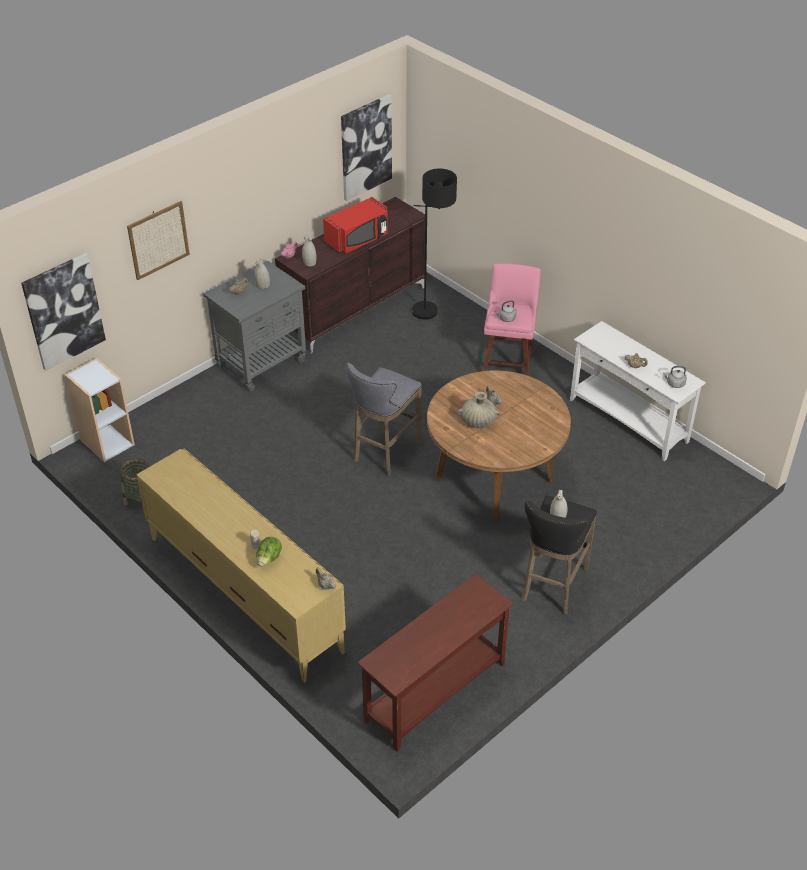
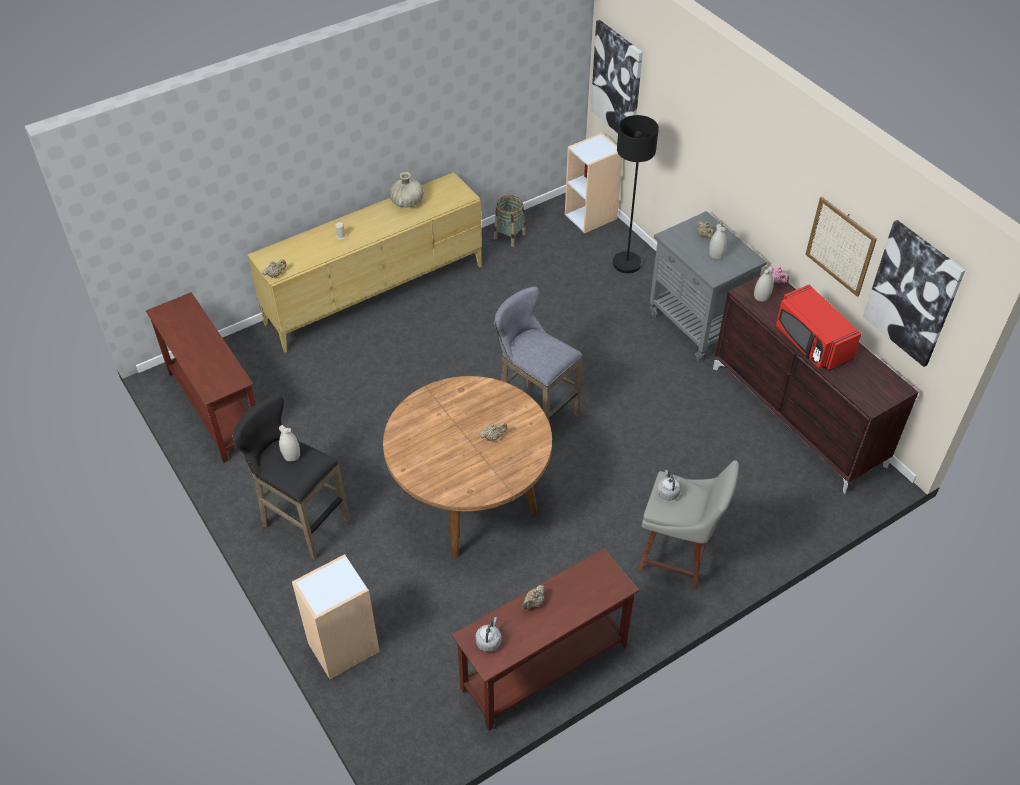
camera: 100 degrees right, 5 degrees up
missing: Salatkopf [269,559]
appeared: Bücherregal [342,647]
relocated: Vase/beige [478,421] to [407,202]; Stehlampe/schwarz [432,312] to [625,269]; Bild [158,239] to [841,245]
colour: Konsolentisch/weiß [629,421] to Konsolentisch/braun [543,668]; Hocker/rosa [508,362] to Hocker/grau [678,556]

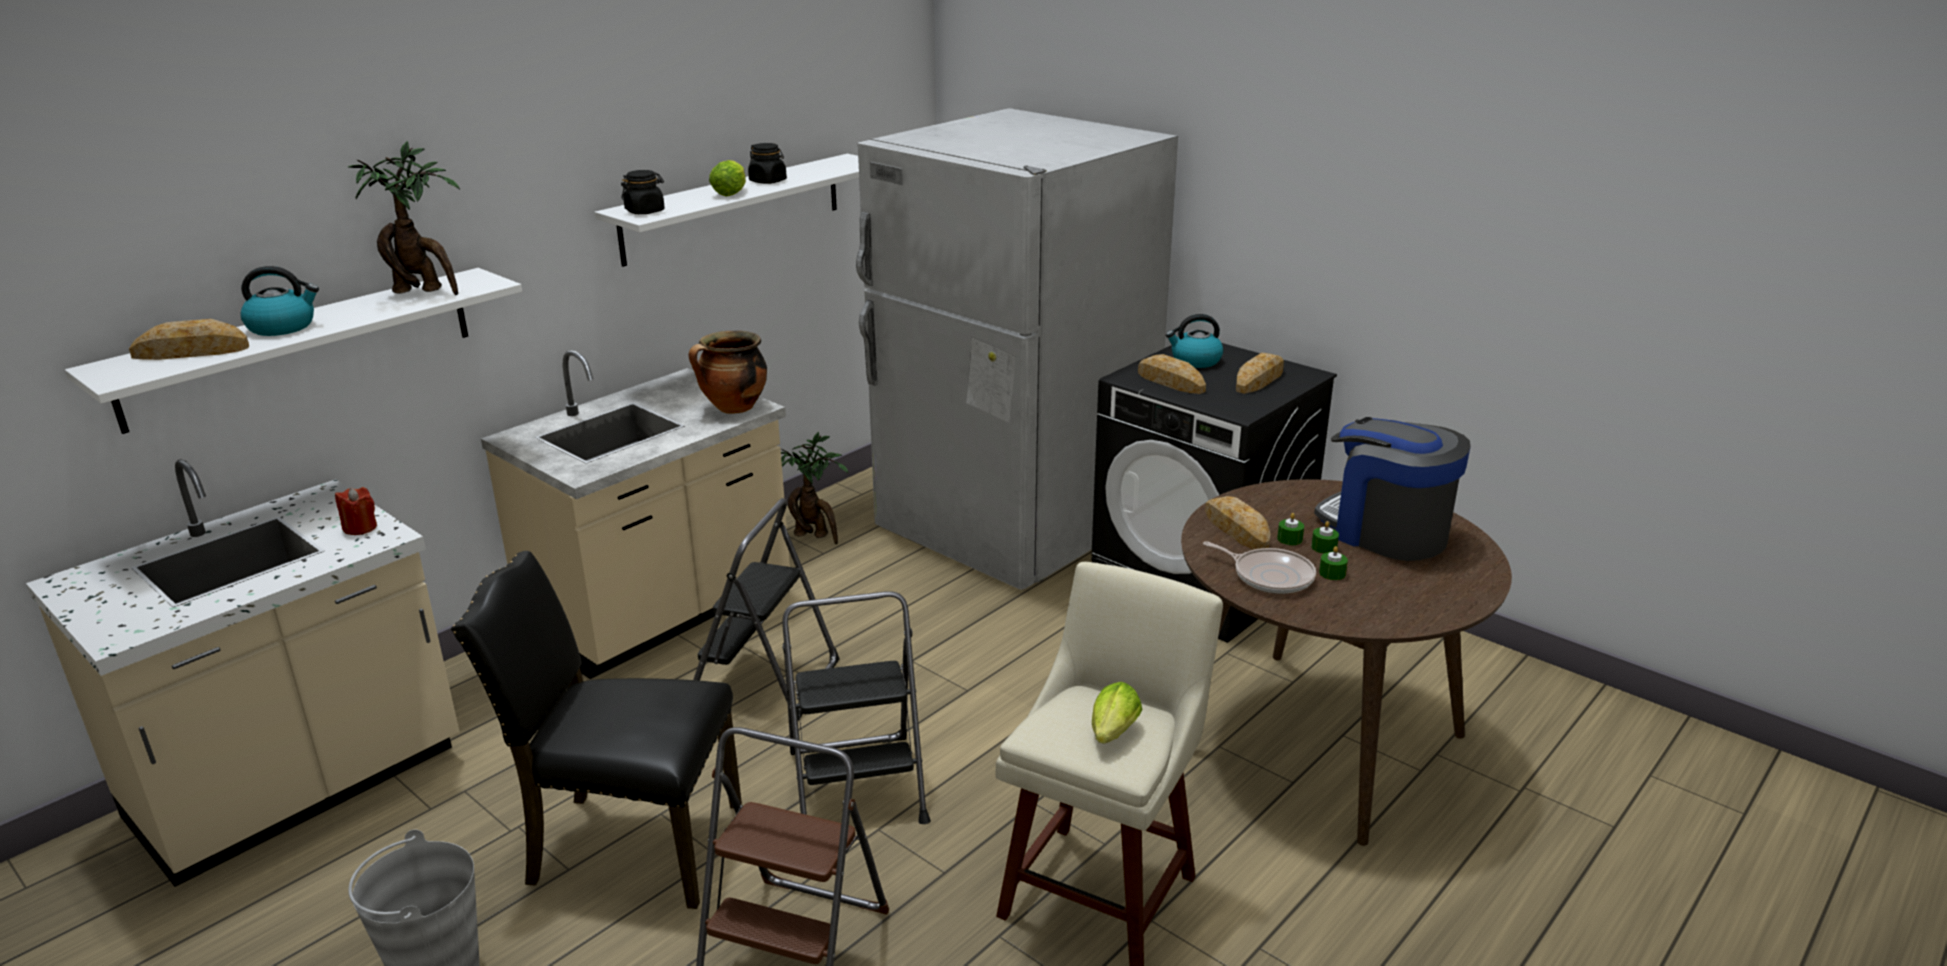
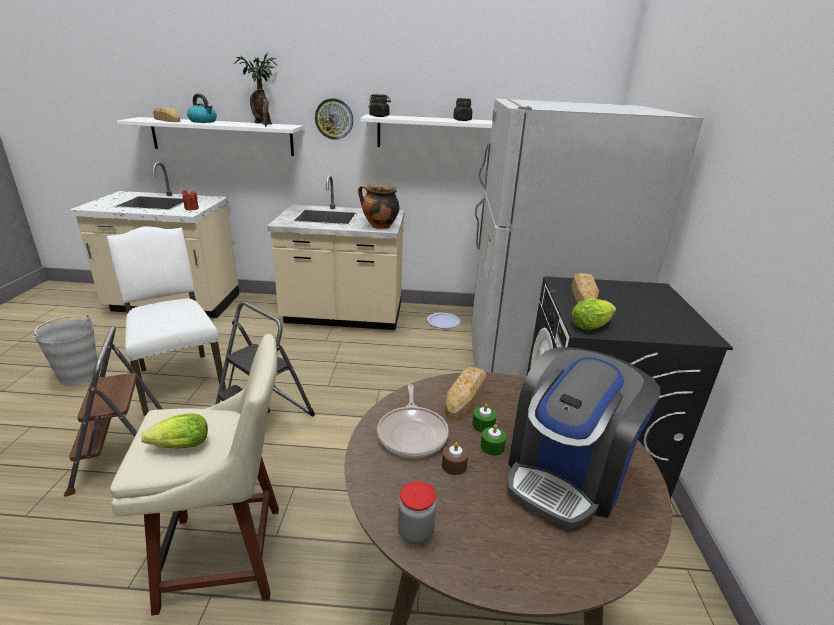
camera: 50 degrees right, 0 degrees up
missing: Trittleiter/schwarz [769,682]; Wasserkessel [1195,361]; Brot [1258,380]
appeared: Wanduhr [334,119]; Vorratsglas [415,532]
relocated: Salatkopf [731,193] to [592,326]
exchanged: Topfpflanze [815,536] to Teller [443,321]
colour: Stuhl/schwarz [629,845] to Stuhl/weiß [179,380]; Kerze/grün [1332,573] to Kerze/braun [454,465]
spun: Kaffeemaschine [1385,531] = [567,473] 150 degrees counterclockwise

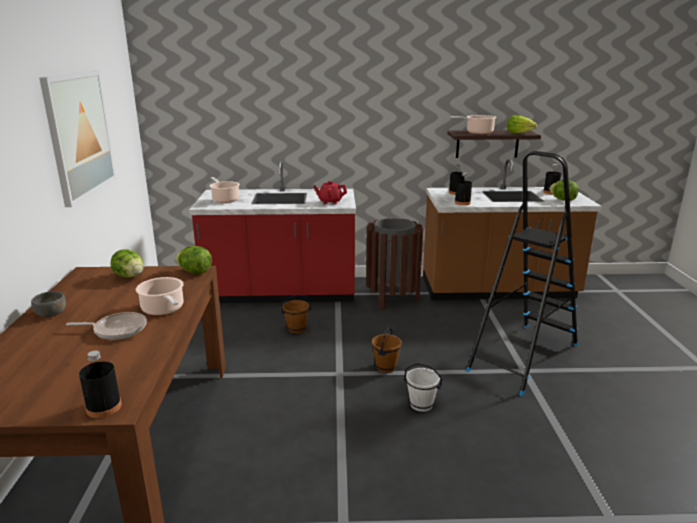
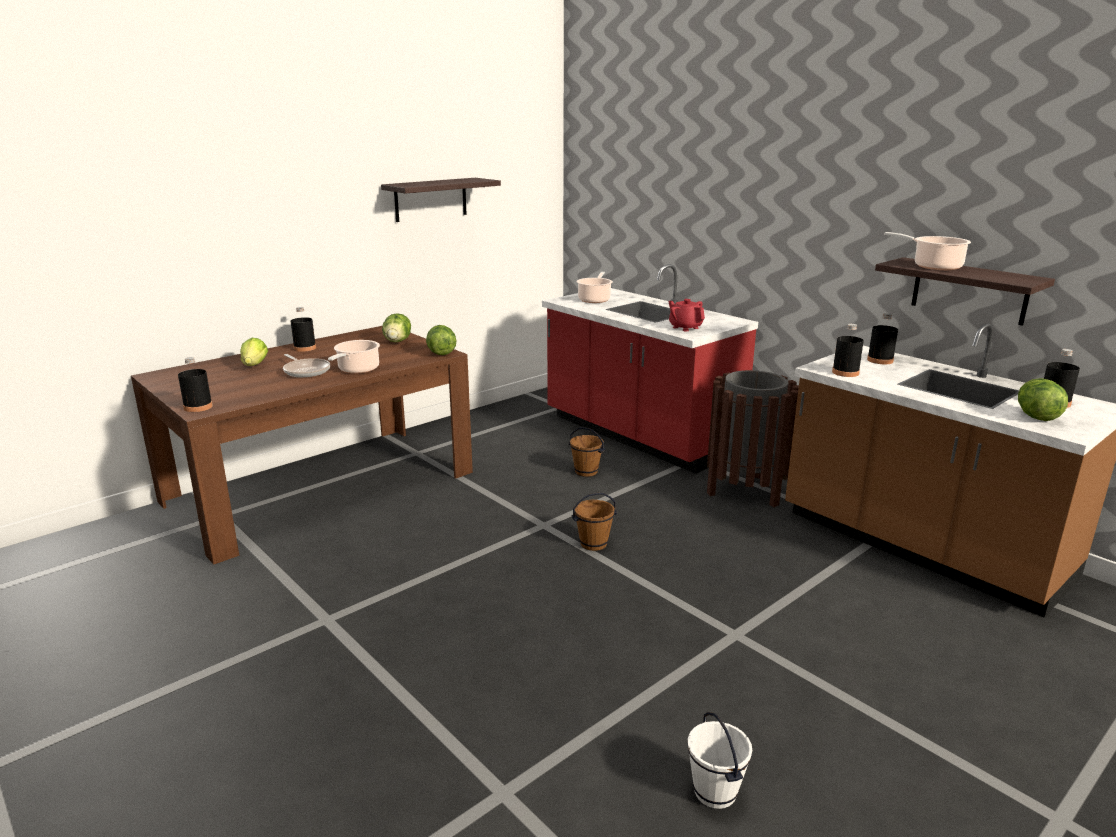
camera: 50 degrees right, 0 degrees up
missing: Trittleiter/schwarz [524,357]
relocated: Salatkopf [519,133] to [255,365]; Eimer/weiß [421,405] to [714,792]
exchanged: Schüssel/grau [51,314] to Flasche/schwarz [304,348]; Bild [80,135] to Wandregal [431,199]

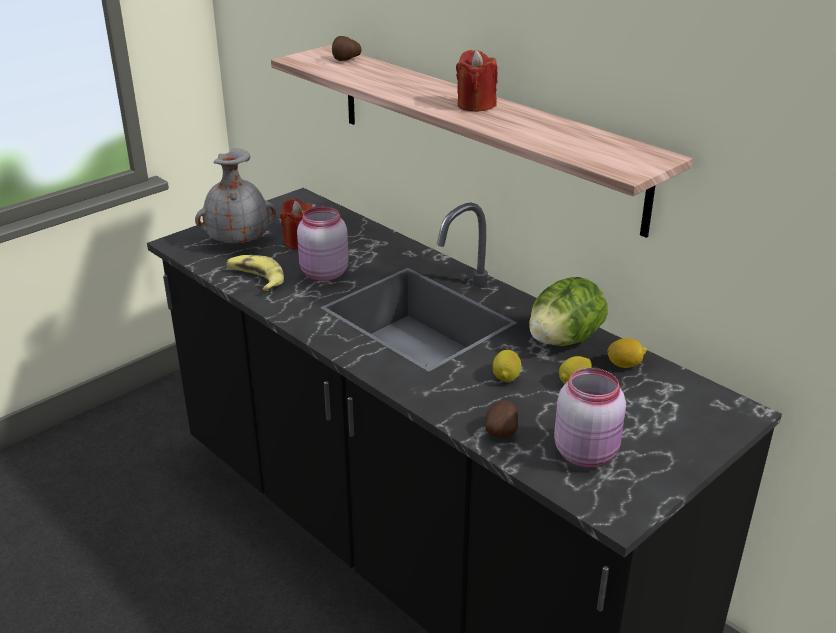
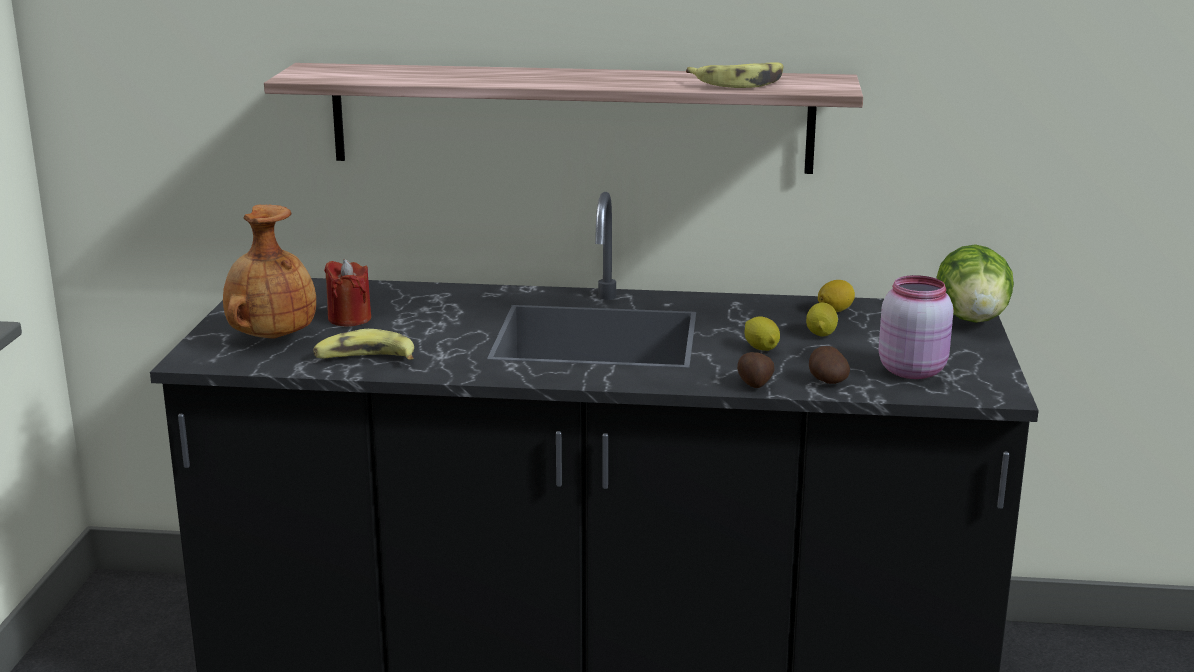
camera: 40 degrees left, 10 degrees down
missing: Vorratsglas/rosa [323,274]; Kerze/rot [476,105]
appeared: Banane [740,83]
relocated: Kartoffel [345,60] to [754,384]; Salatkopf [564,340] to [972,319]
colour: Vase/grau [238,241] to Vase/braun [271,337]

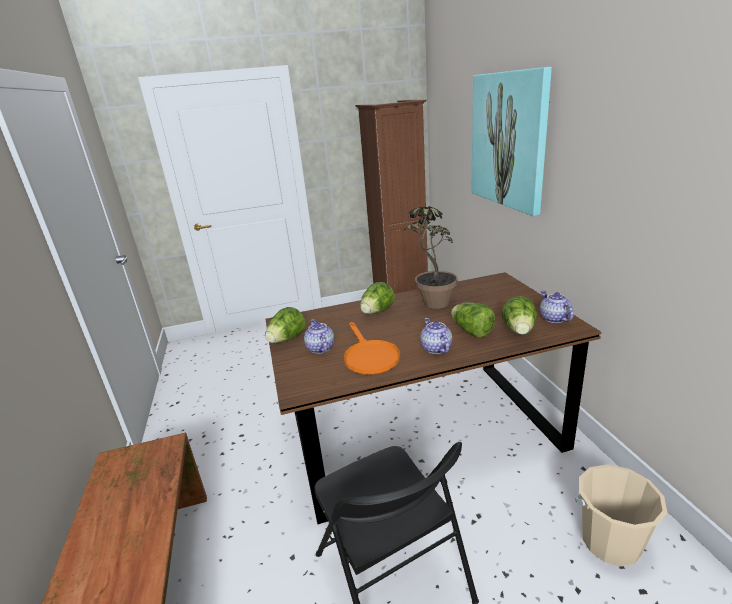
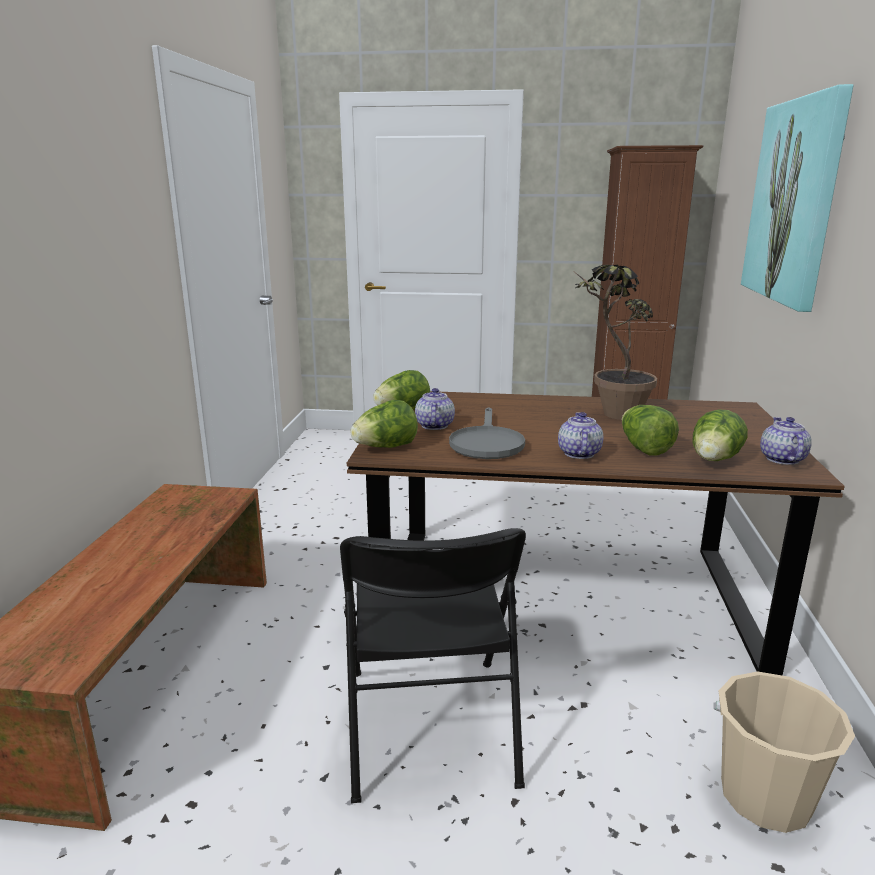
camera: 20 degrees right, 5 degrees down
relocated: Salatkopf [377,312] to [385,447]
colour: Pfanne/orange [369,356] to Pfanne/grau [486,443]

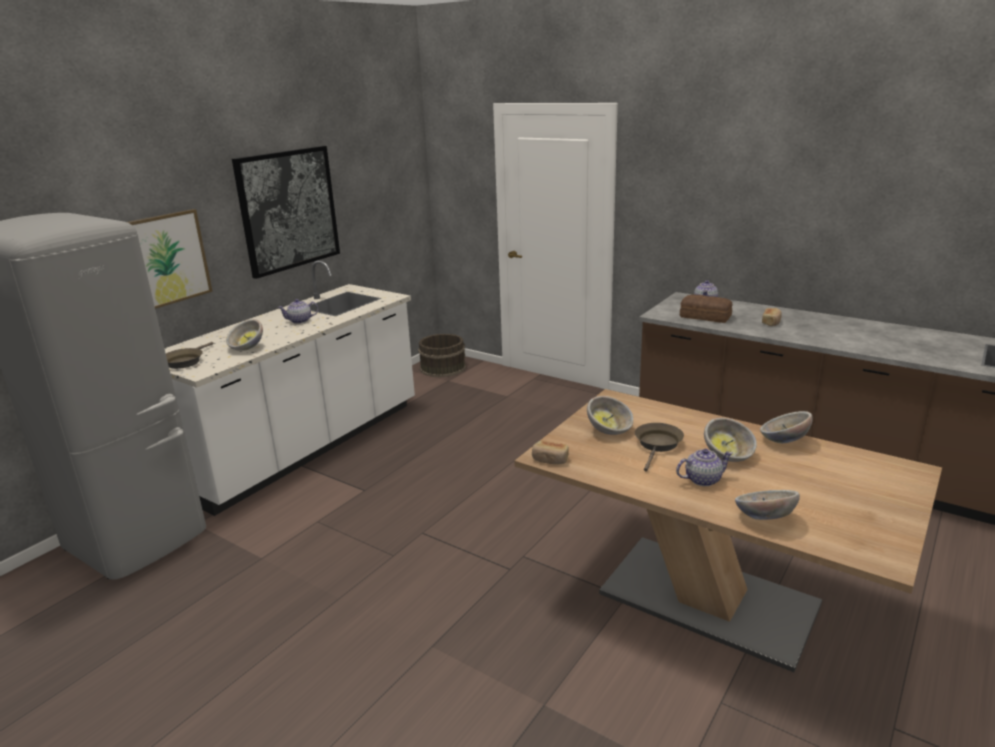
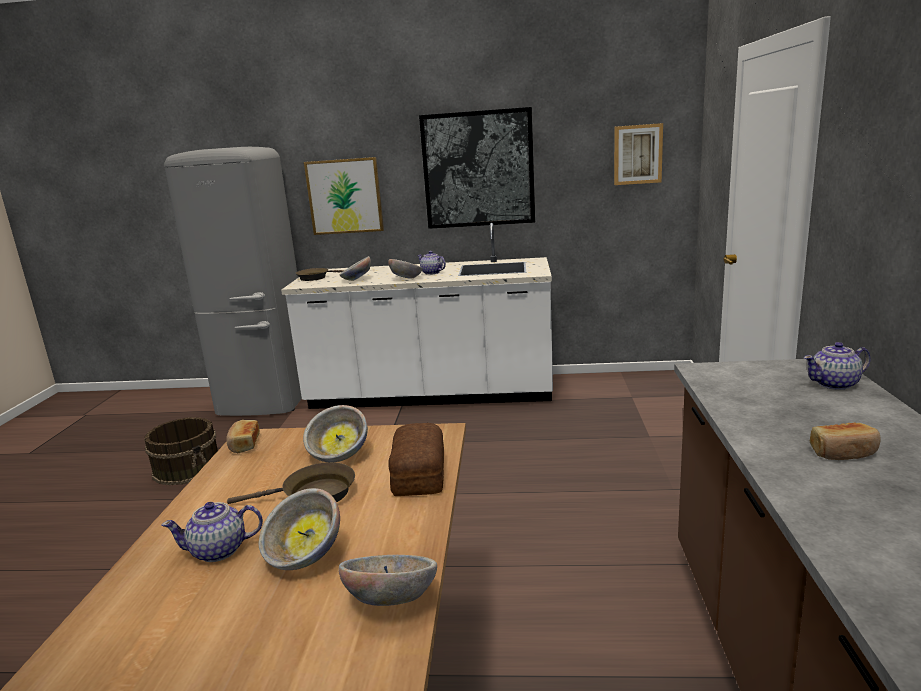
camera: 60 degrees right, 5 degrees down
appeared: Bild [637,154]
relocated: Eimer/braun [442,368] to [188,468]; Schüssel [763,518] to [406,279]; Brot [705,317] to [417,473]
spun: Teekanne [702,479] = [219,550] 120 degrees clockwise

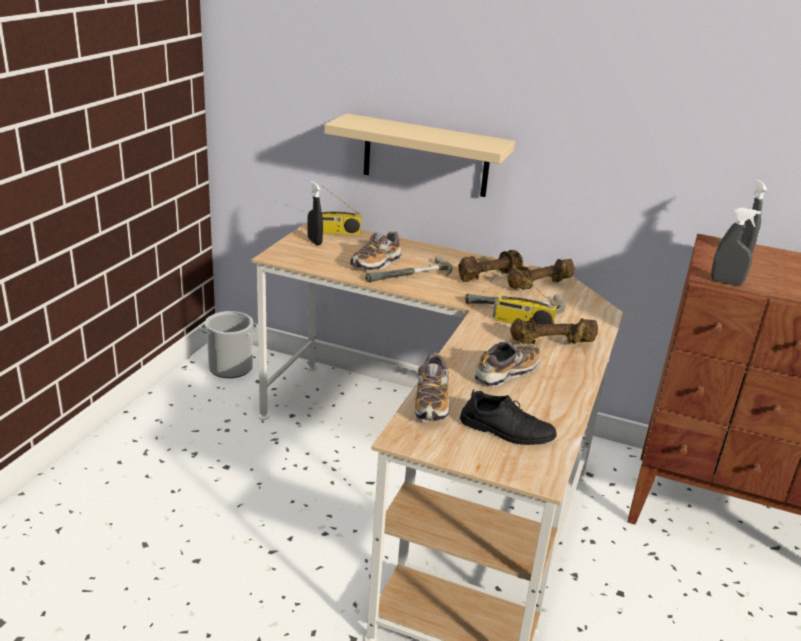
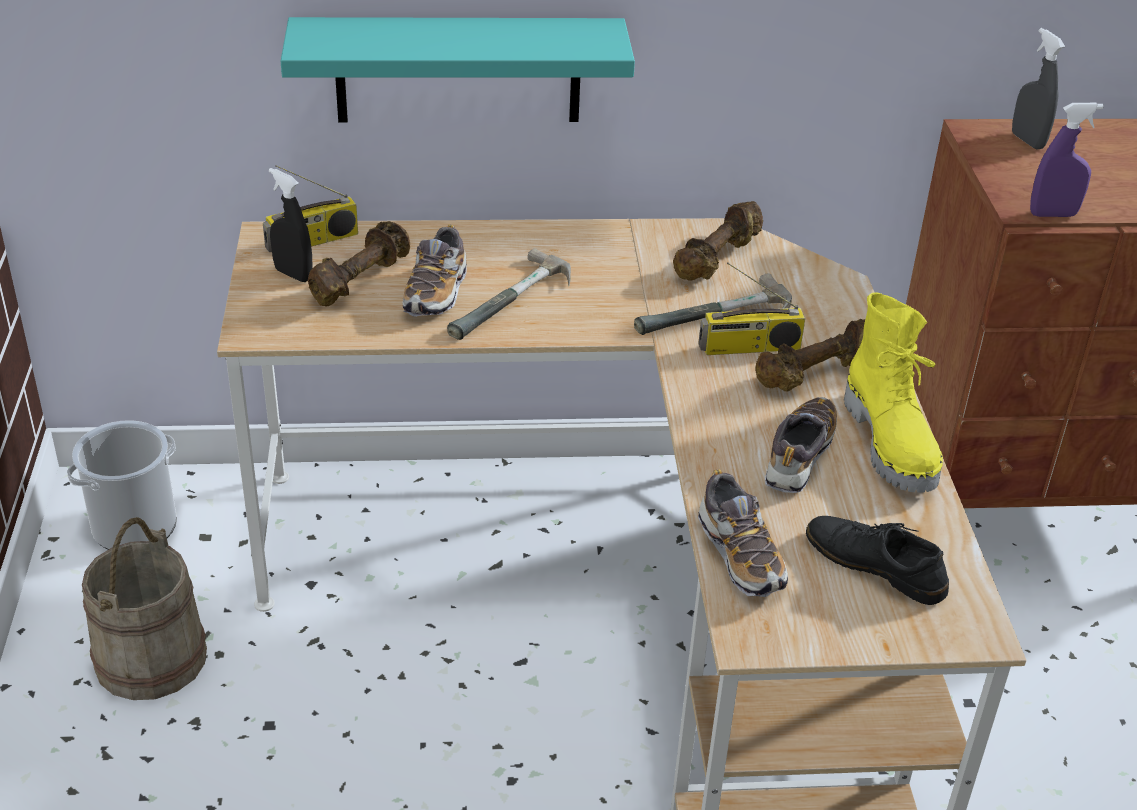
camera: 25 degrees left, 10 degrees up
appeared: Eimer/beige [151,658]; Stiefel/gelb [891,444]
relocated: Hantel/braun [488,276] to [359,280]
colour: Wandregal/beige [425,156] to Wandregal/türkis [458,70]; Sprühflasche/grau [726,282] to Sprühflasche/lila [1053,214]
spun: Schuh/schwarz [506,430] = [875,565] 135 degrees counterclockwise

